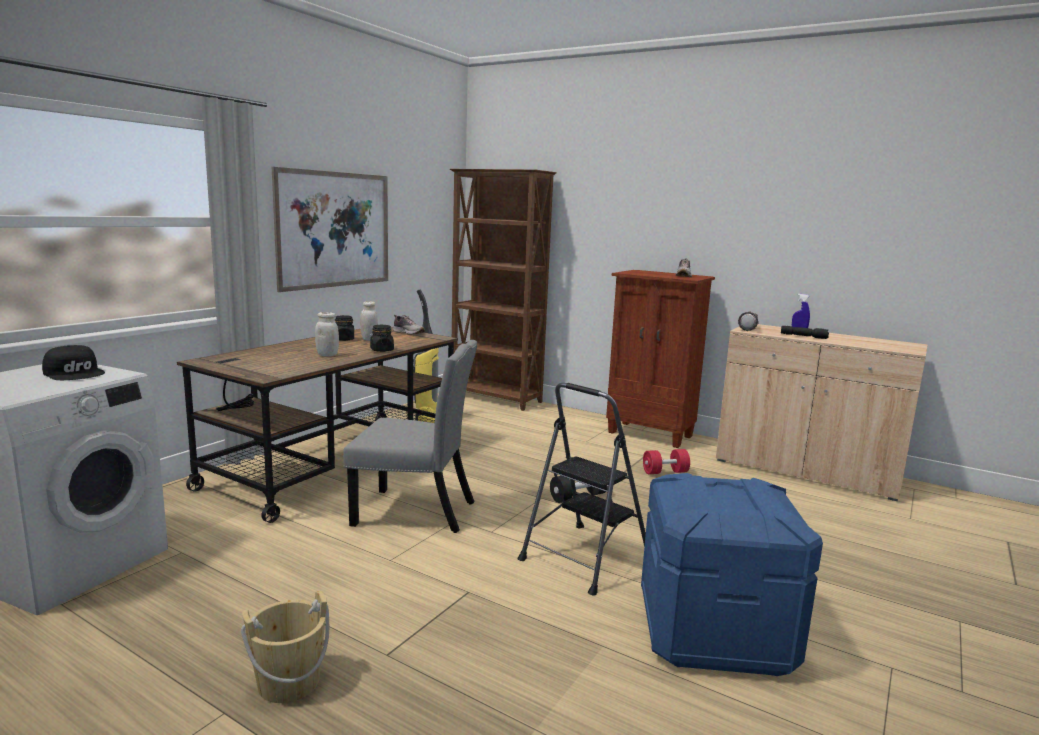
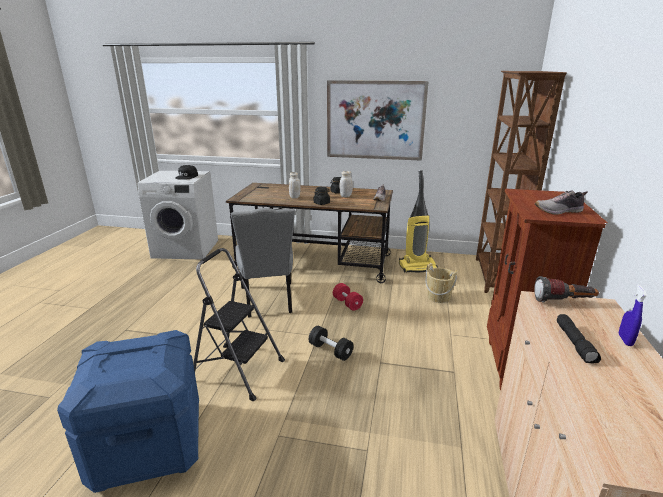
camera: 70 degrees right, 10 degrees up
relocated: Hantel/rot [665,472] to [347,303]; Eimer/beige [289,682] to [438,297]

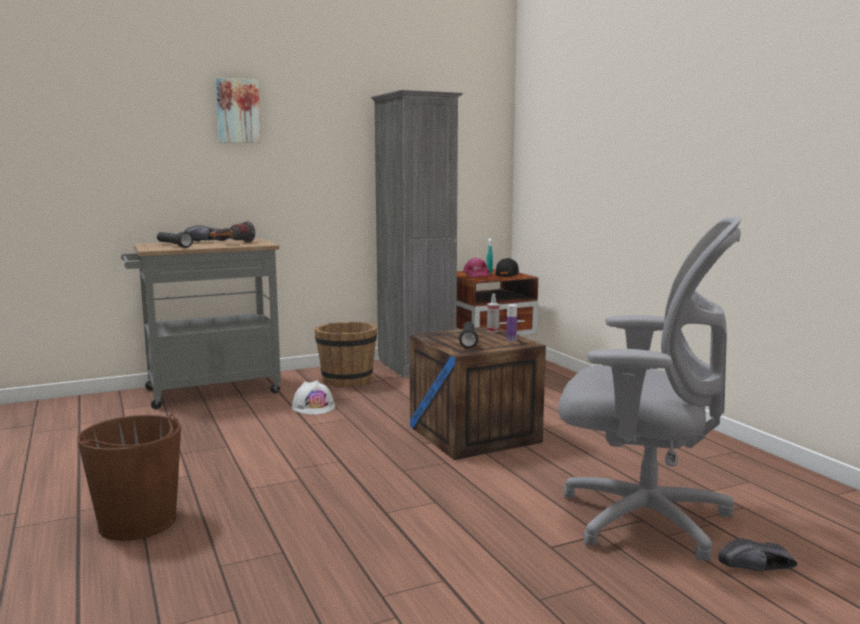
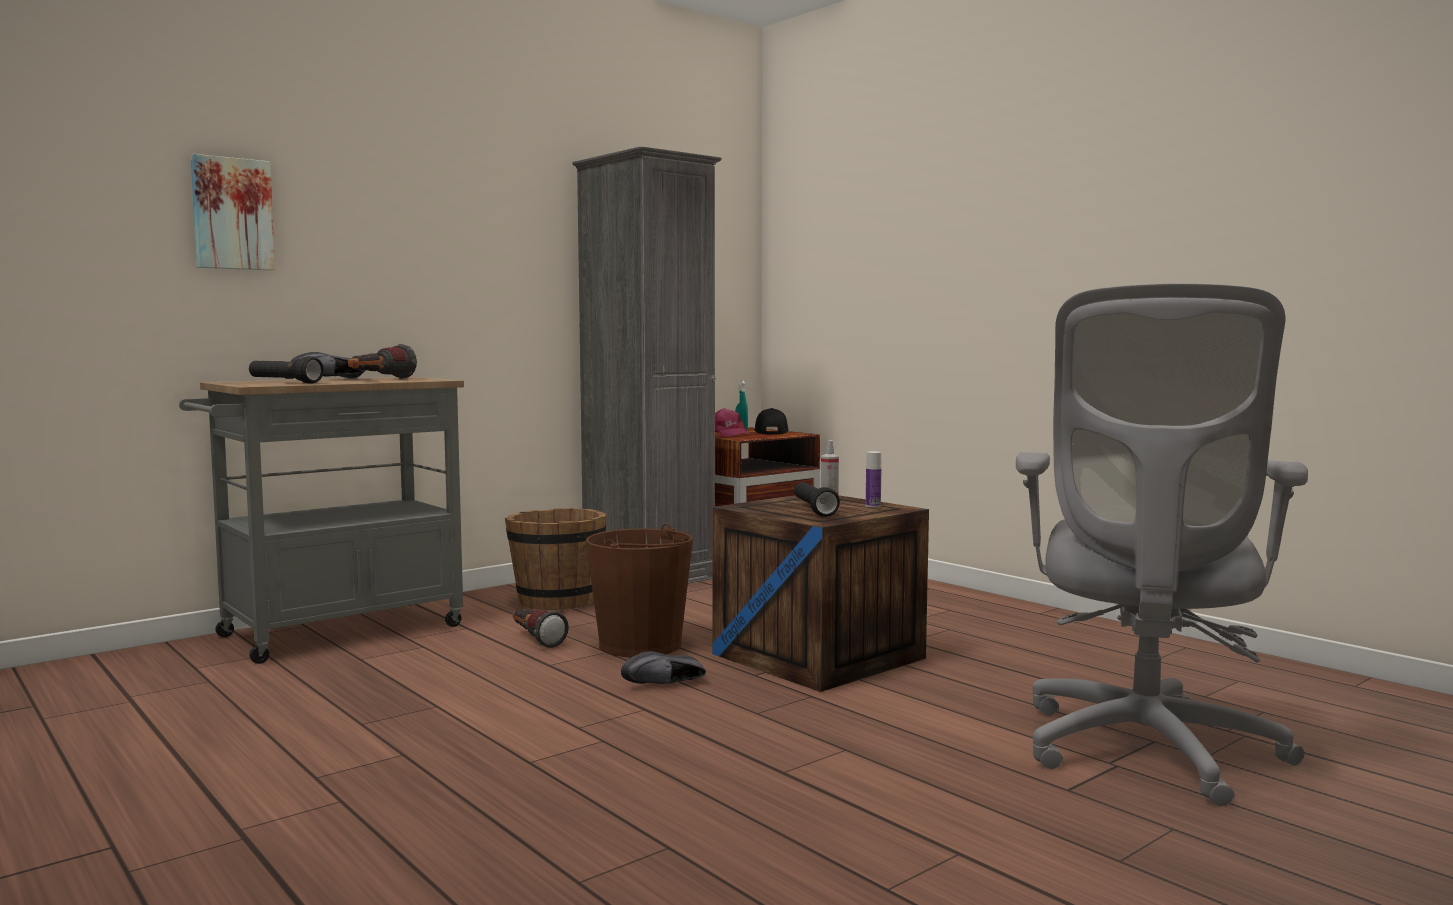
camera: 15 degrees left, 5 degrees down
relocated: Bild [238,111] to [232,214]; Eimer/braun [138,522] to [641,645]; Schuh/schwarz [758,571] to [666,685]
exchanged: Schutzhelm/weiß [313,407] to Taschenlampe [535,640]
spun: Bürostuhl/grau [634,519] = [1143,741] 105 degrees clockwise

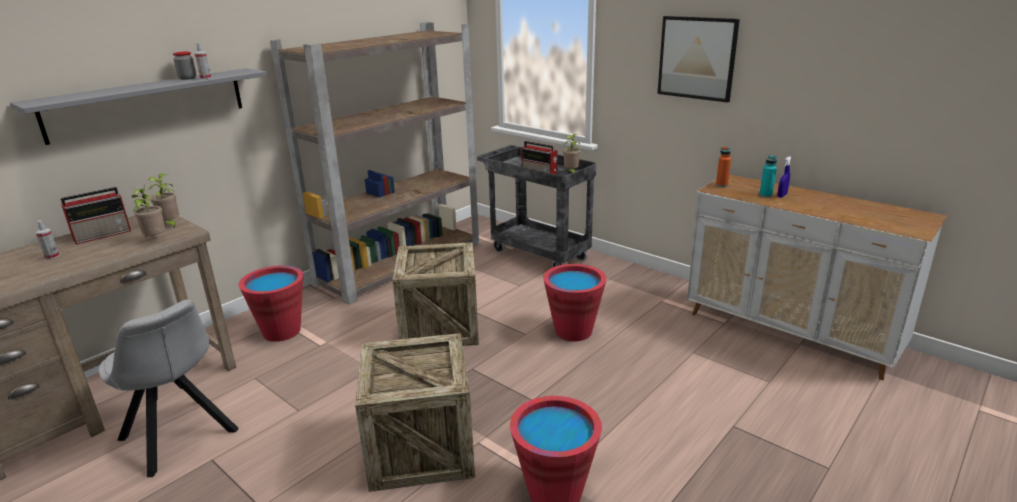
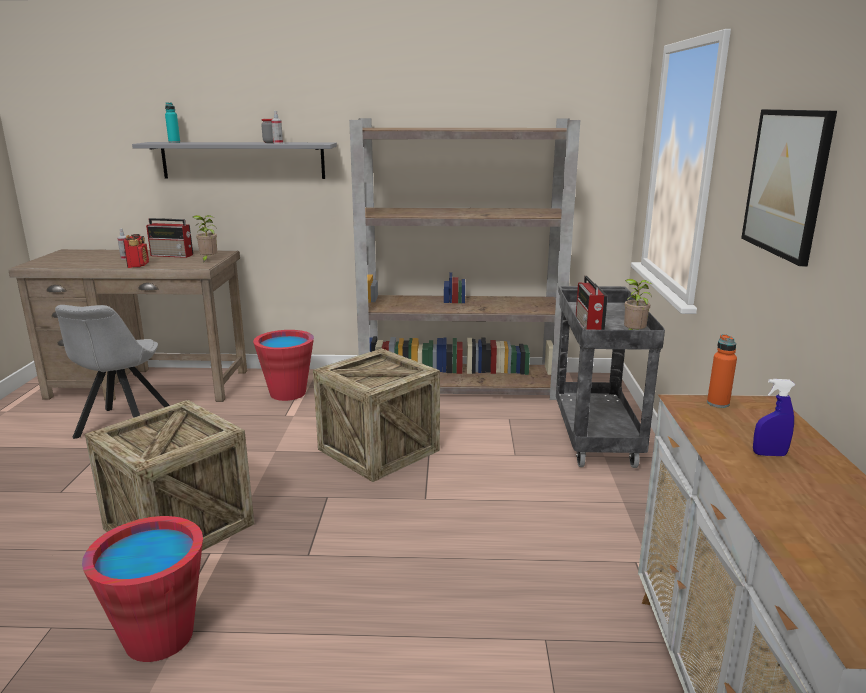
camera: 50 degrees right, 5 degrees down
missing: Topfpflanze [155,239]; Eimer/rot [573,331]
appeared: Radio [138,265]
relocated: Flasche/türkis [765,195] to [174,142]

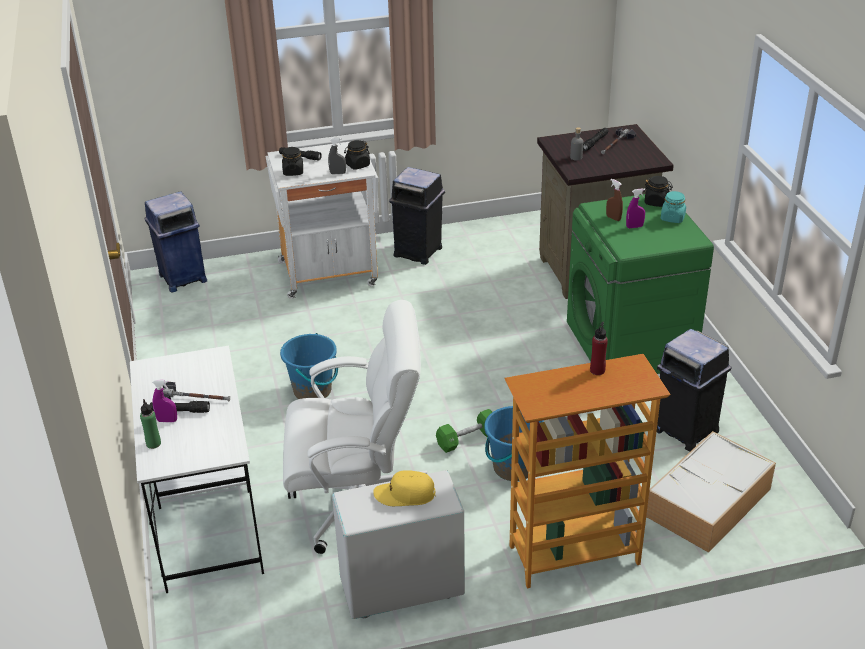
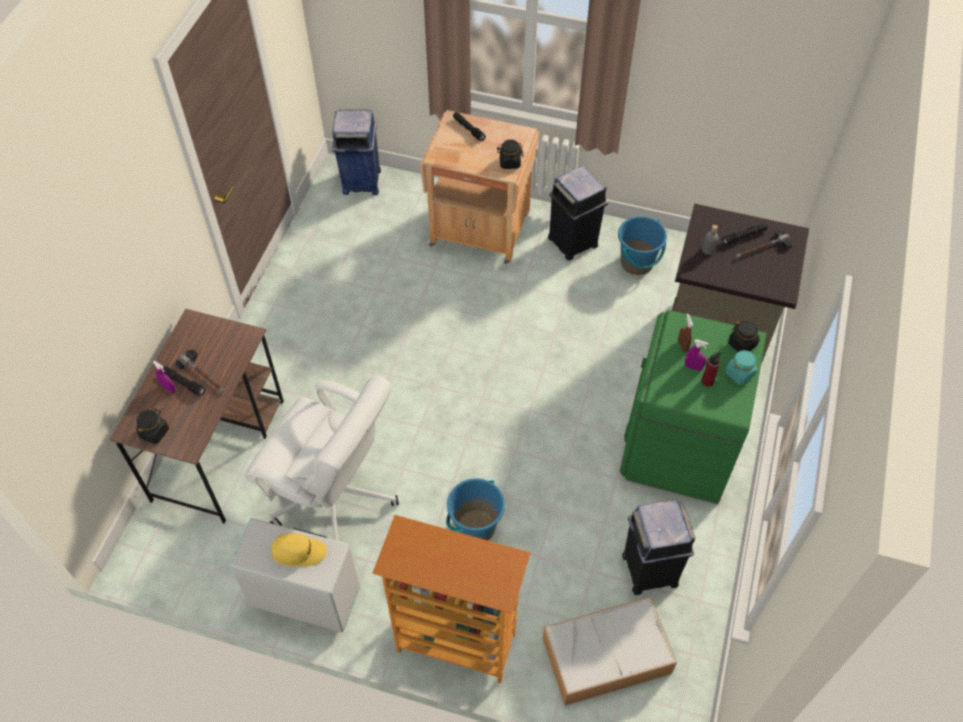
camera: 30 degrees right, 20 degrees up
missing: Flasche/grün [153,443]; Sprühflasche/grau [338,173]; Hantel/grün [467,439]
relocated: Vorratsglas/schwarz [293,172] to [154,432]; Eimer/blau [313,390] to [637,263]; Flasche/rot [597,370] to [707,381]
colour: Schreibtisch/weiß [207,519] to Schreibtisch/braun [219,448]; Rollwagen/weiß [330,273] to Rollwagen/braun [480,232]
spun: Kappe/gelb [405,494] = [299,552] 150 degrees clockwise

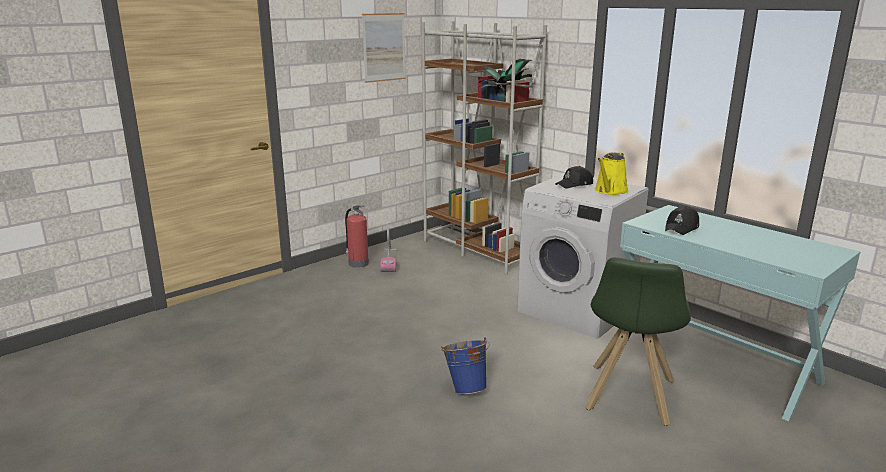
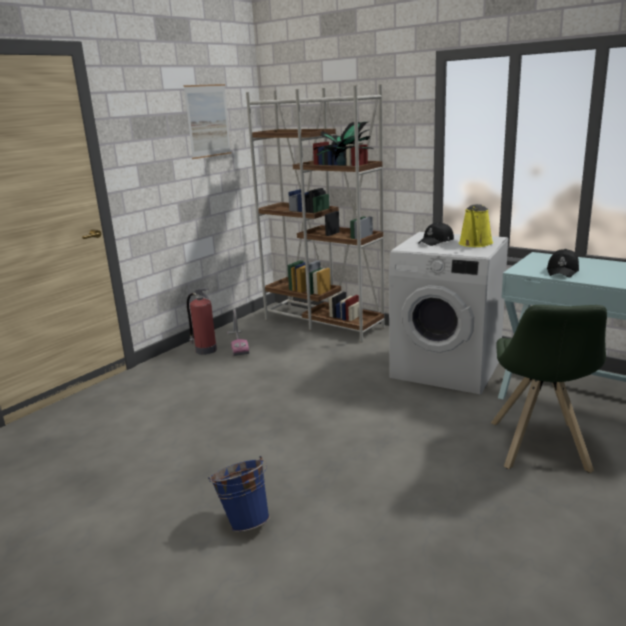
camera: 10 degrees left, 0 degrees up
relocated: Eimer/blau [466,388] to [244,520]

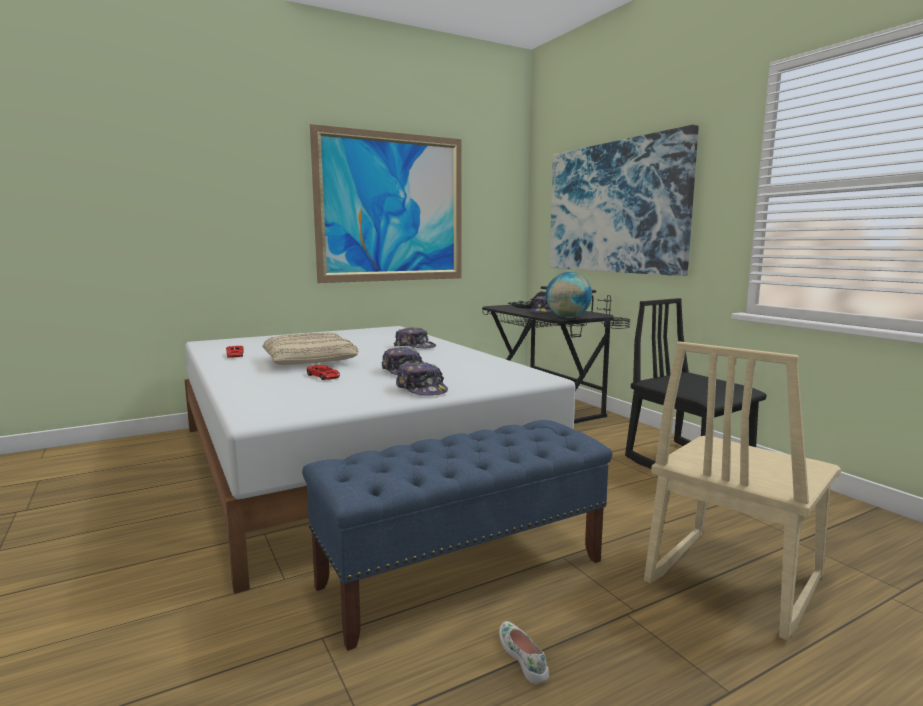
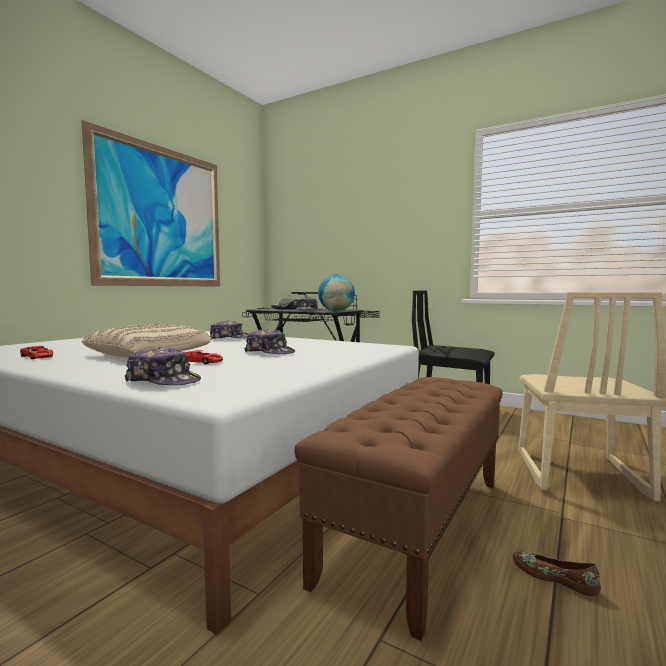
camera: 30 degrees left, 5 degrees down
missing: Bild [615,208]
relocated: Kappe [422,389] to [164,381]
colour: Bank/blau [464,573] to Bank/braun [418,526]; Schuh/weiß [523,656] to Schuh/braun [554,577]

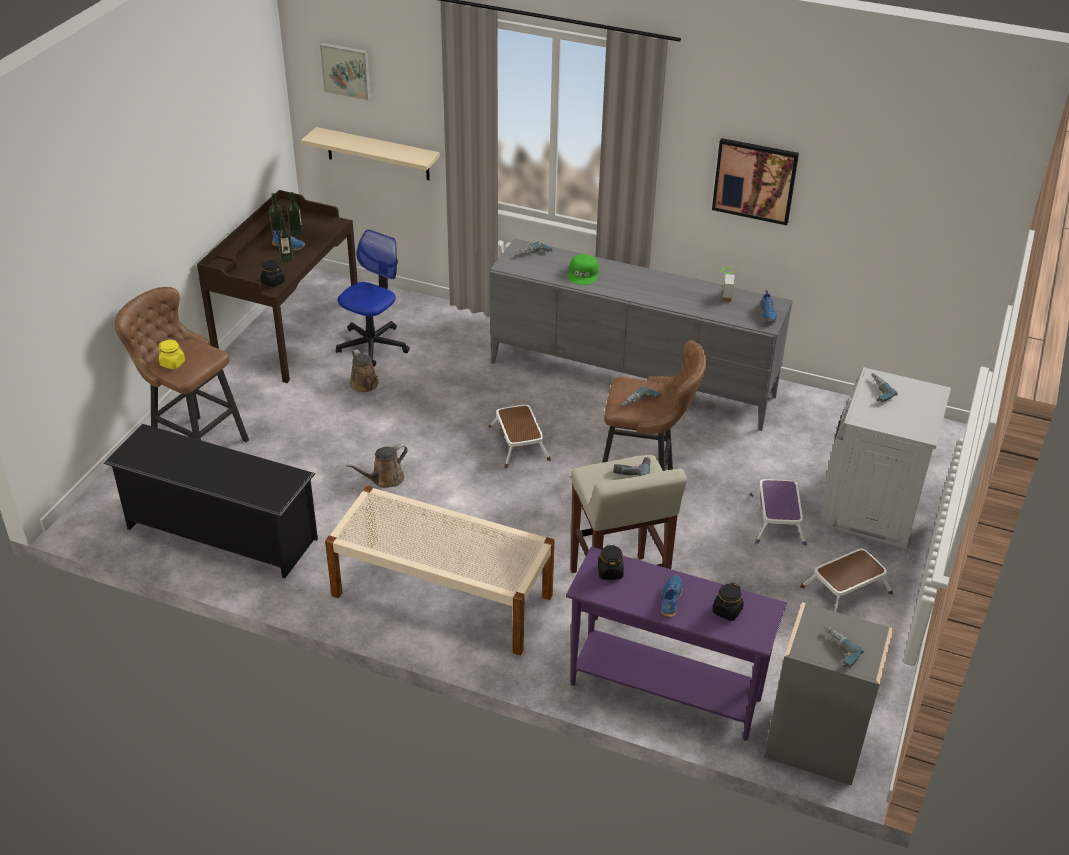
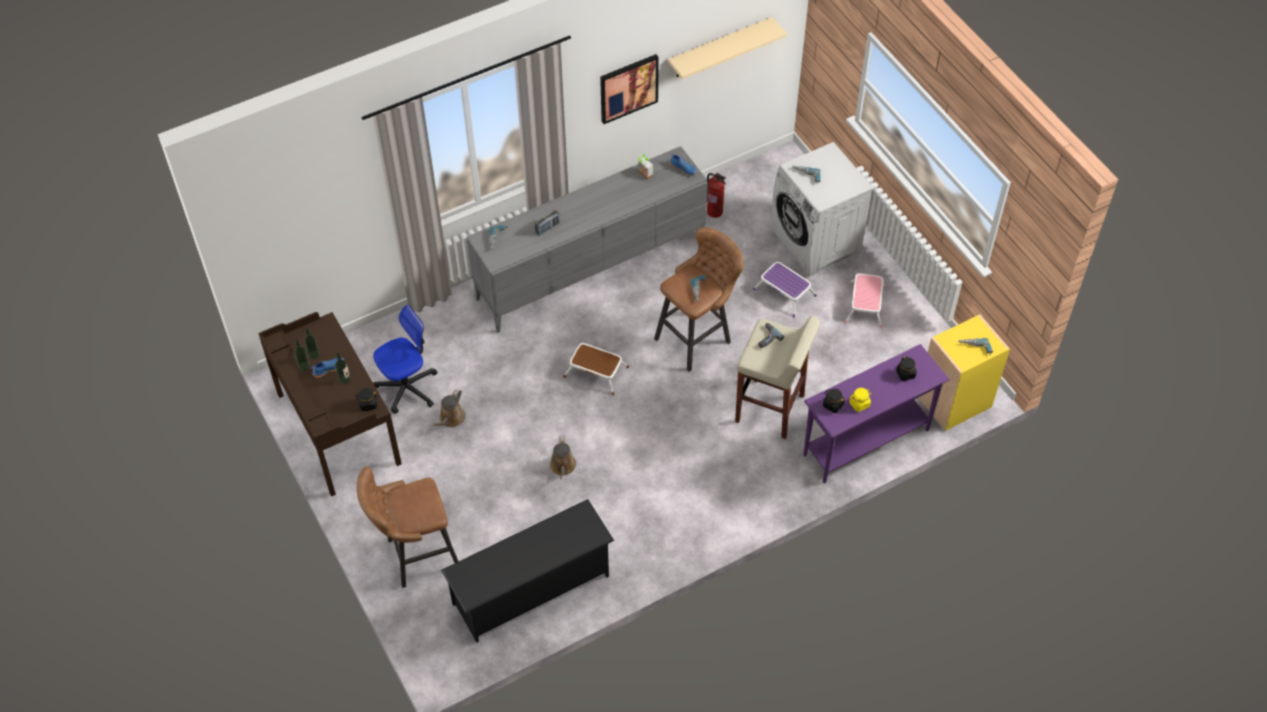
camera: 50 degrees left, 15 degrees up
missing: Bild [347,70]; Bank/beige [441,596]; Schuh/blau [670,599]
appeared: Feuerlöscher [715,211]
relocated: Wandregal/beige [378,154] to [720,48]; Vorratsglas/gelb [173,363] to [859,404]
exchanged: Kappe/grün [583,274] to Radio [547,228]
colour: Trittleiter/braun [845,590] to Trittleiter/rosa [865,304]; Bücherregal/grau [813,743] to Bücherregal/gelb [954,402]
spun: Bürostuhl [372,345] = [407,387] 75 degrees clockwise; Gießkanne/braun [365,385] = [450,419] 105 degrees clockwise

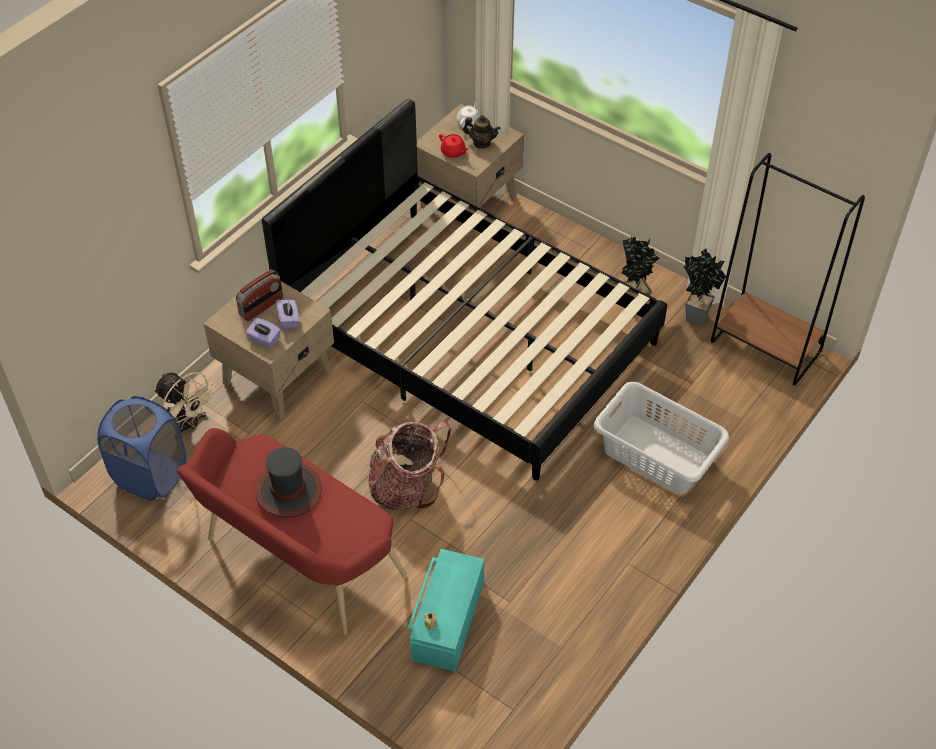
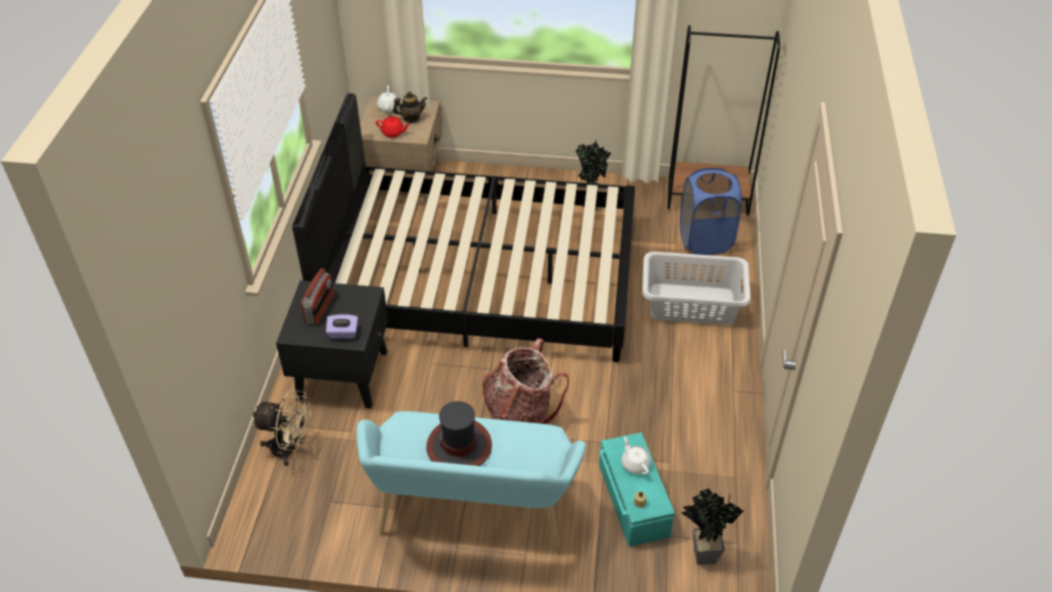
camera: 30 degrees left, 5 degrees down
missing: Taschentuchbox/lila [289,320]
appeared: Teekanne/weiß [635,464]
relocated: Wäschekorb/blau [151,476] to [705,240]; Topfpflanze [694,315] to [700,554]
colour: Nachttisch/beige [278,376] to Nachttisch/schwarz [343,374]; Bank/rot [297,562] to Bank/türkis [473,516]

